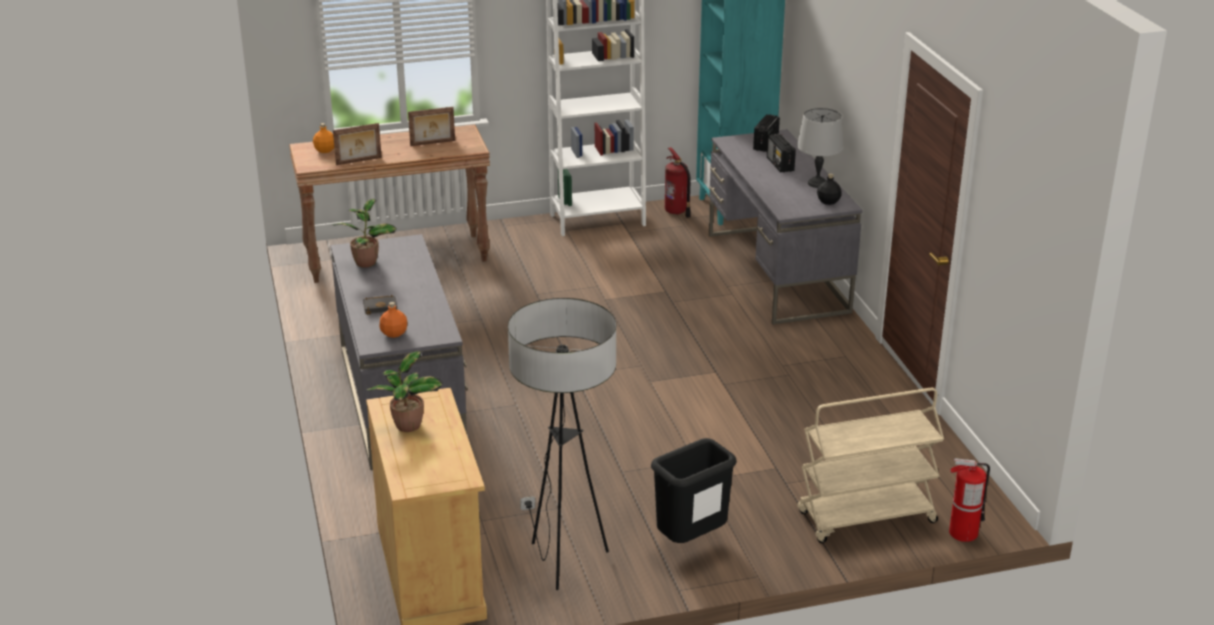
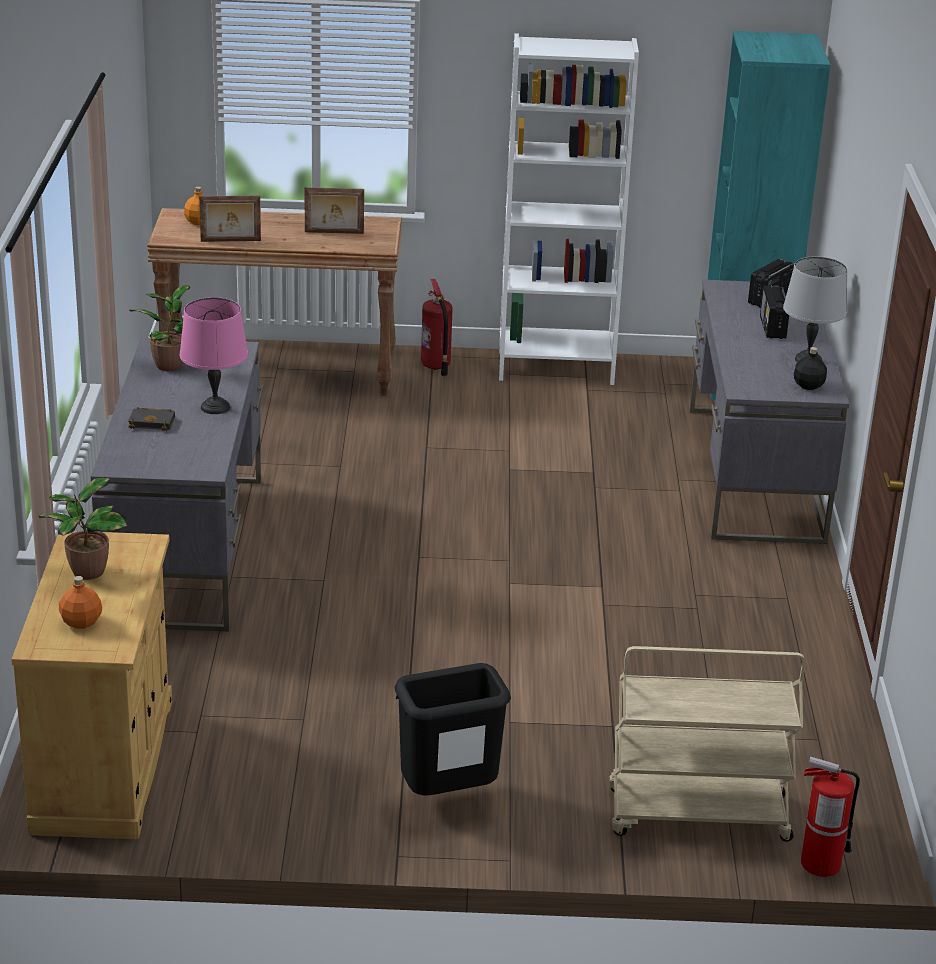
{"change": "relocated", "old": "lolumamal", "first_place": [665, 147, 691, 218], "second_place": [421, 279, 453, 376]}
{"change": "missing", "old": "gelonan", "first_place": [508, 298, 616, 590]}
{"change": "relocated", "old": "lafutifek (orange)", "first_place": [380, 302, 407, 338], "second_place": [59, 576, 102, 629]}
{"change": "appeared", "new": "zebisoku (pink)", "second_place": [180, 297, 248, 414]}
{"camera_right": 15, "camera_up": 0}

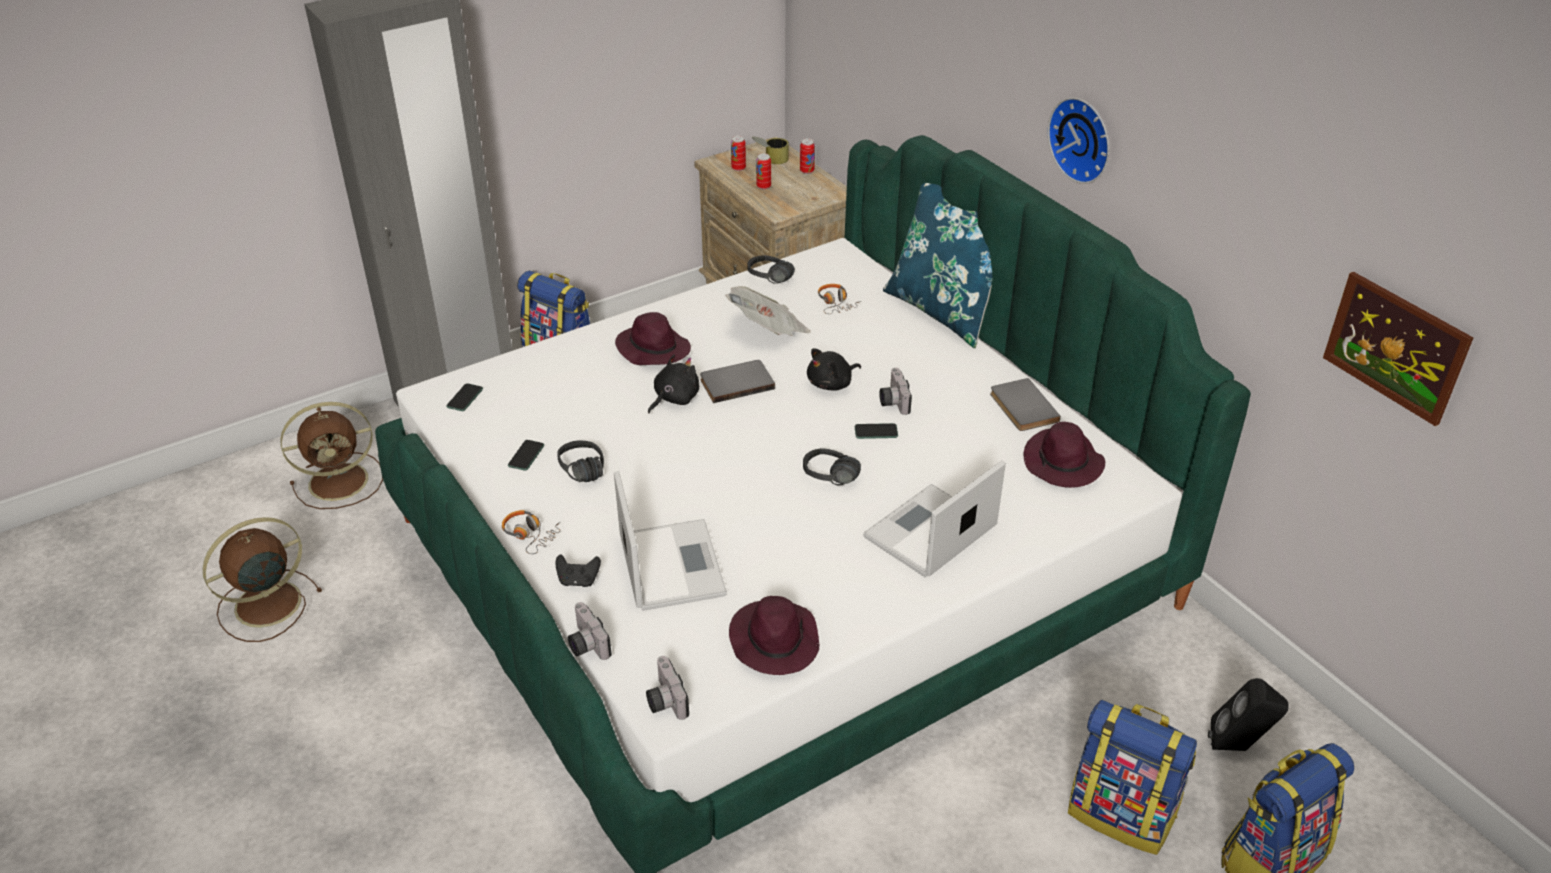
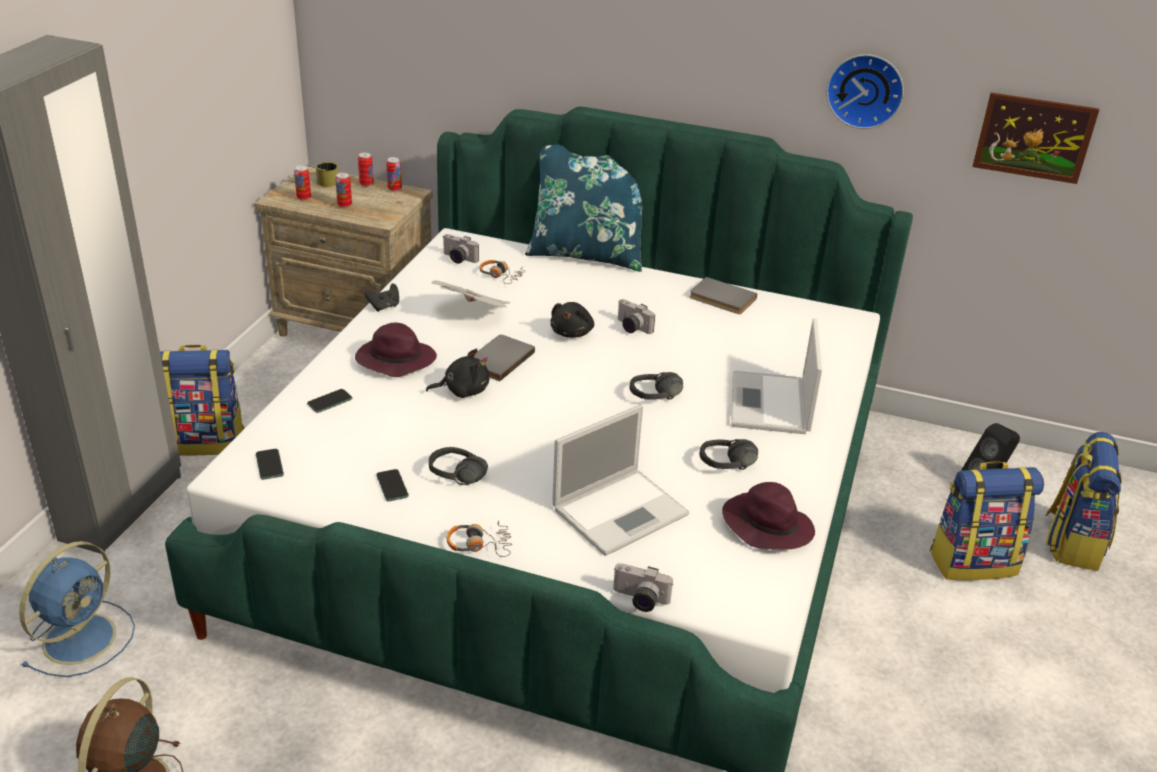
{"change": "relocated", "old": "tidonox", "first_place": [1048, 97, 1109, 184], "second_place": [826, 54, 904, 129]}
{"change": "relocated", "old": "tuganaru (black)", "first_place": [747, 255, 795, 284], "second_place": [699, 439, 758, 470]}
{"change": "spun", "old": "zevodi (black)", "first_place": [648, 354, 699, 413], "second_place": [426, 349, 490, 398], "degrees": 75}
{"change": "colour", "old": "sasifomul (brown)", "new": "sasifomul (blue)", "first_place": [280, 402, 383, 509], "second_place": [19, 541, 135, 677]}
{"change": "missing", "old": "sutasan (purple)", "first_place": [1023, 422, 1105, 488]}
{"change": "relocated", "old": "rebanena", "first_place": [855, 423, 898, 439], "second_place": [307, 389, 352, 413]}
{"change": "spun", "old": "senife", "first_place": [614, 471, 727, 611], "second_place": [552, 405, 690, 556], "degrees": 105}
{"change": "relocated", "old": "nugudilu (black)", "first_place": [555, 554, 601, 587], "second_place": [365, 284, 399, 312]}
{"change": "relocated", "old": "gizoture", "first_place": [646, 656, 689, 720], "second_place": [443, 234, 479, 264]}
{"change": "appeared", "new": "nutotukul", "second_place": [386, 157, 402, 192]}
{"camera_right": -40, "camera_up": -5}

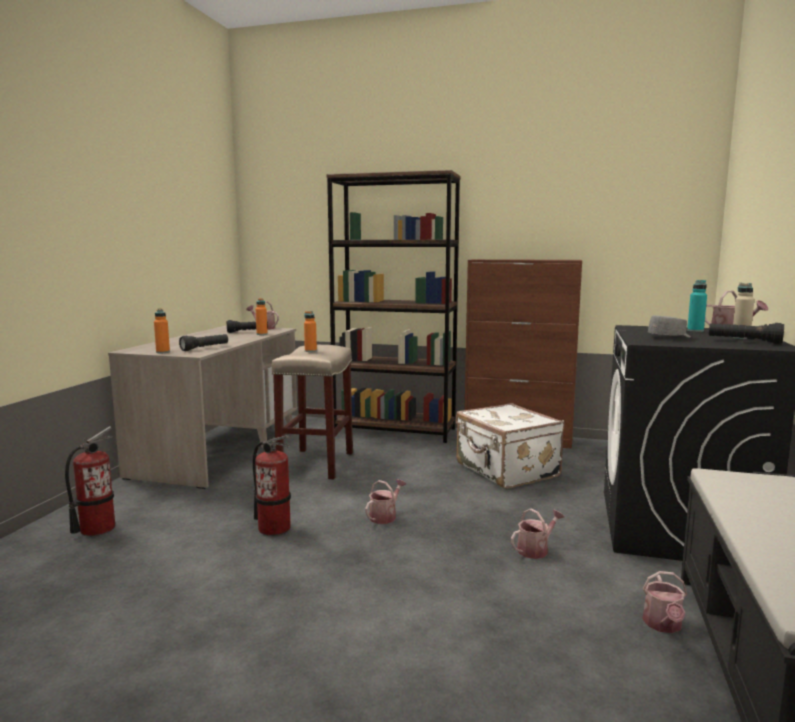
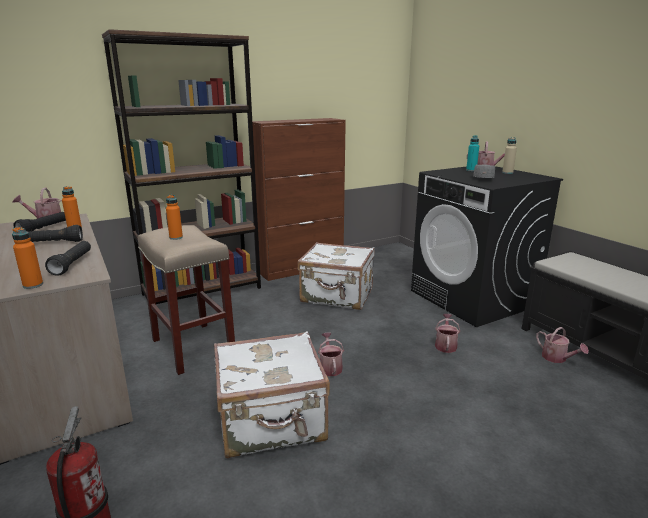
{"change": "relocated", "old": "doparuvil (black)", "first_place": [709, 323, 784, 344], "second_place": [28, 225, 83, 242]}
{"change": "exchanged", "old": "lolumamal", "new": "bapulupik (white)", "first_place": [253, 435, 291, 536], "second_place": [214, 331, 330, 459]}
{"camera_right": -45, "camera_up": 10}

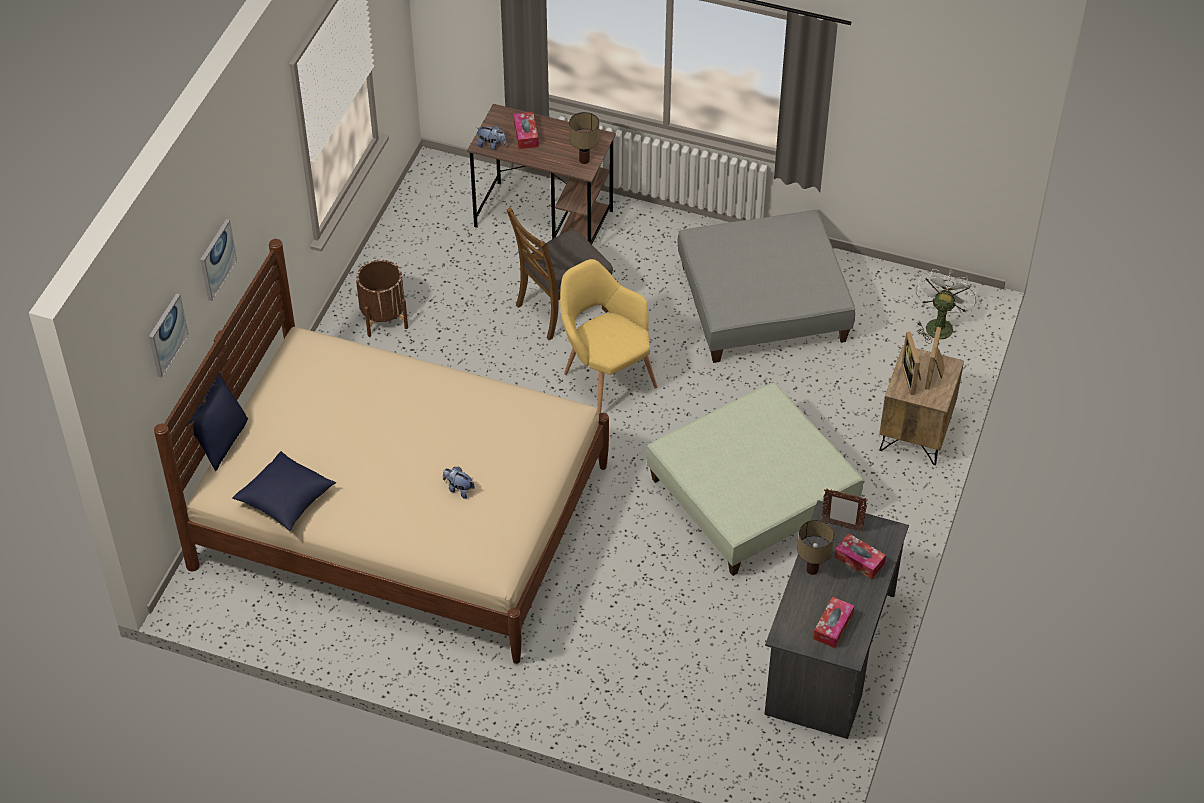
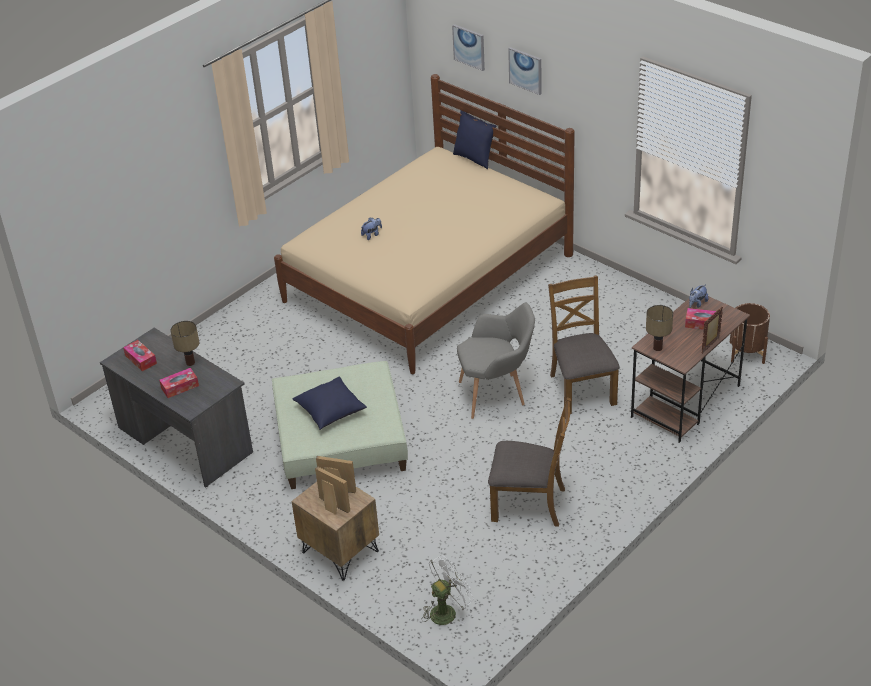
{"change": "exchanged", "old": "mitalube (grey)", "new": "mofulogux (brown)", "first_place": [678, 210, 855, 363], "second_place": [488, 397, 571, 527]}
{"change": "colour", "old": "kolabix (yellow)", "new": "kolabix (grey)", "first_place": [560, 259, 657, 414], "second_place": [457, 303, 535, 419]}
{"change": "relocated", "old": "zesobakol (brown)", "first_place": [356, 260, 408, 337], "second_place": [730, 303, 770, 364]}
{"change": "spun", "old": "sasifomul (white)", "first_place": [916, 269, 977, 344], "second_place": [422, 555, 474, 625], "degrees": -75}
{"change": "relocated", "old": "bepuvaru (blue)", "first_place": [232, 451, 336, 531], "second_place": [292, 376, 367, 430]}
{"change": "relocated", "old": "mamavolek", "first_place": [822, 489, 868, 532], "second_place": [701, 306, 723, 353]}
{"camera_right": 115, "camera_up": -10}

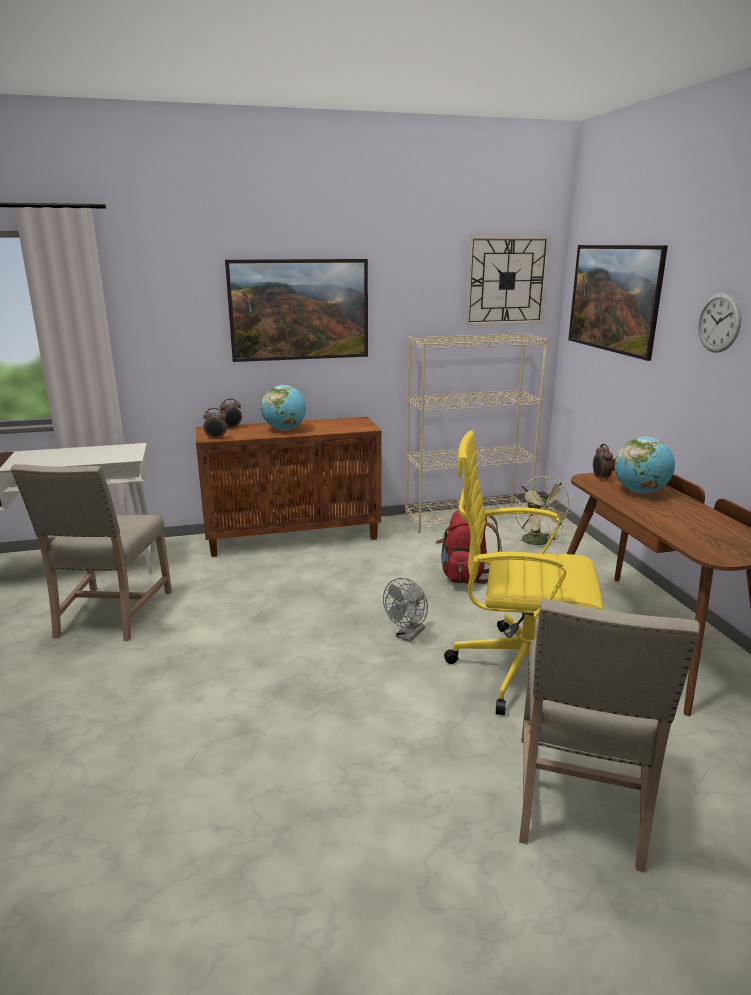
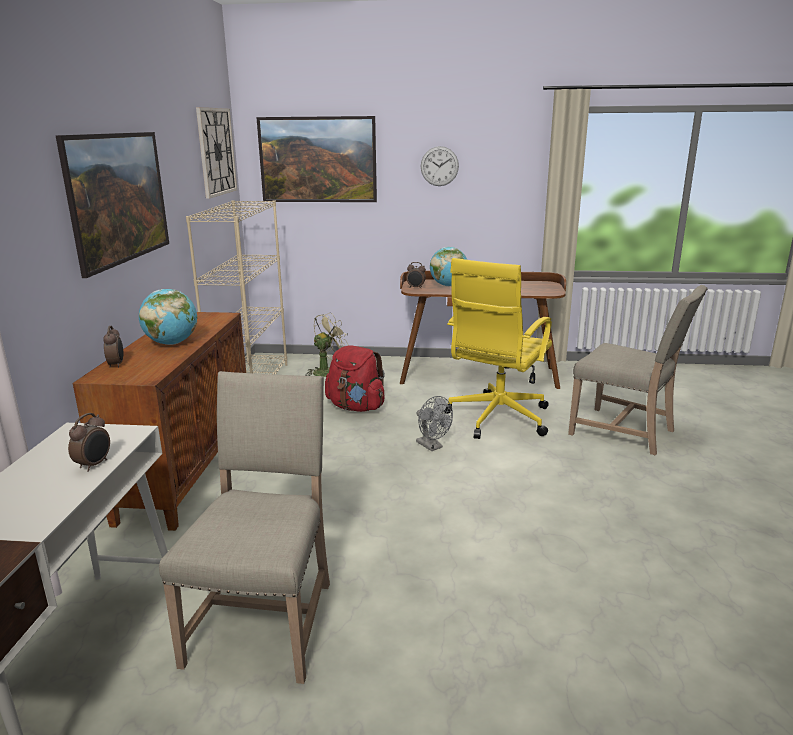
{"change": "relocated", "old": "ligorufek", "first_place": [203, 408, 227, 440], "second_place": [68, 413, 110, 472]}
{"change": "spun", "old": "mofulogux (beige)", "first_place": [10, 464, 172, 641], "second_place": [159, 371, 330, 684], "degrees": -105}
{"change": "spun", "old": "sasifomul (beige)", "first_place": [514, 476, 573, 546], "second_place": [305, 312, 349, 377], "degrees": -45}
{"camera_right": -70, "camera_up": 0}

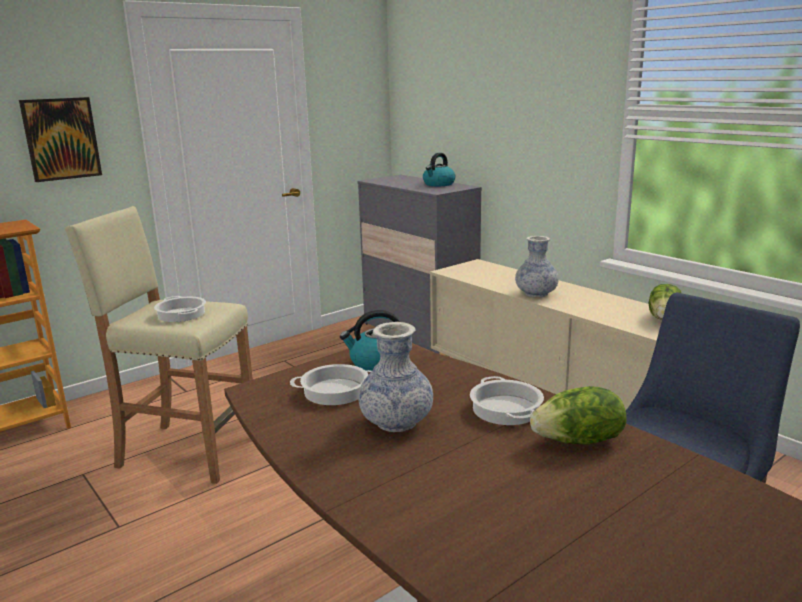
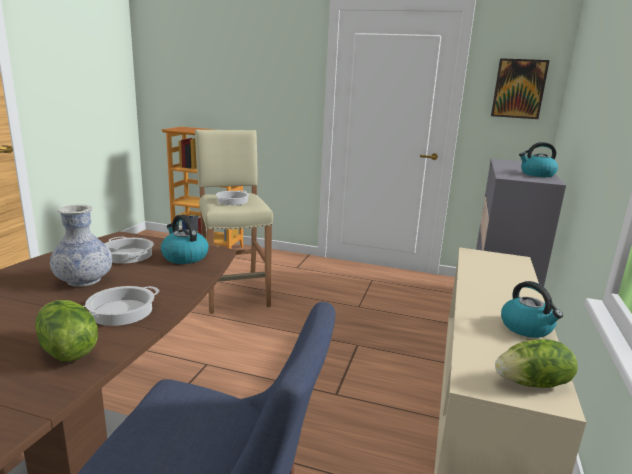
{"change": "relocated", "old": "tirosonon", "first_place": [19, 97, 102, 182], "second_place": [491, 58, 550, 119]}
{"change": "missing", "old": "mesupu", "first_place": [515, 236, 559, 297]}
{"change": "appeared", "new": "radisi", "second_place": [501, 281, 563, 338]}
{"camera_right": 55, "camera_up": 0}

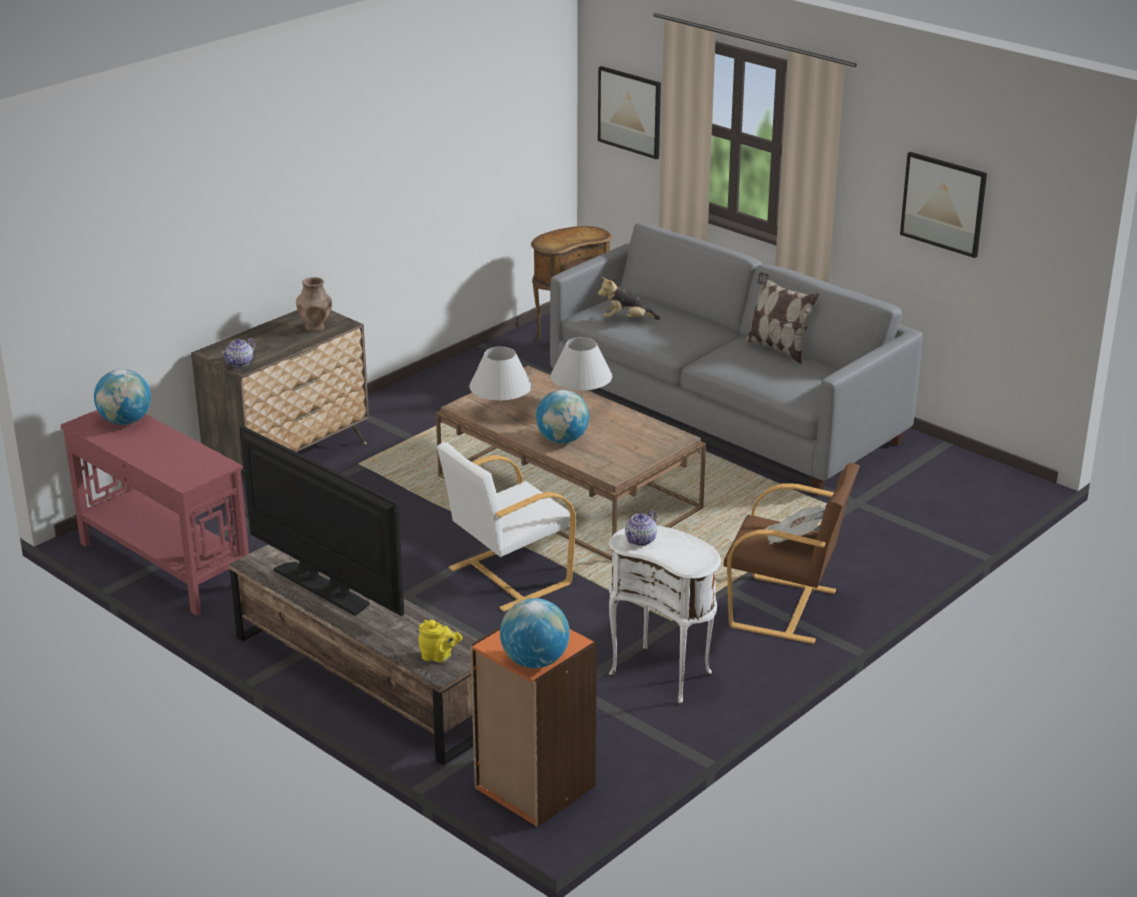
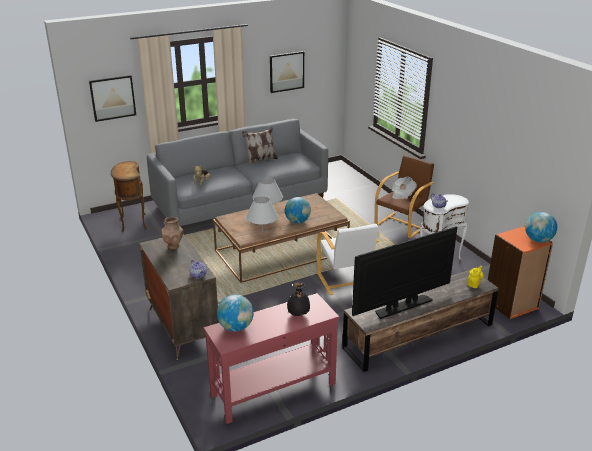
{"change": "appeared", "new": "mesupu (black)", "second_place": [287, 282, 310, 316]}
{"camera_right": -70, "camera_up": 0}

